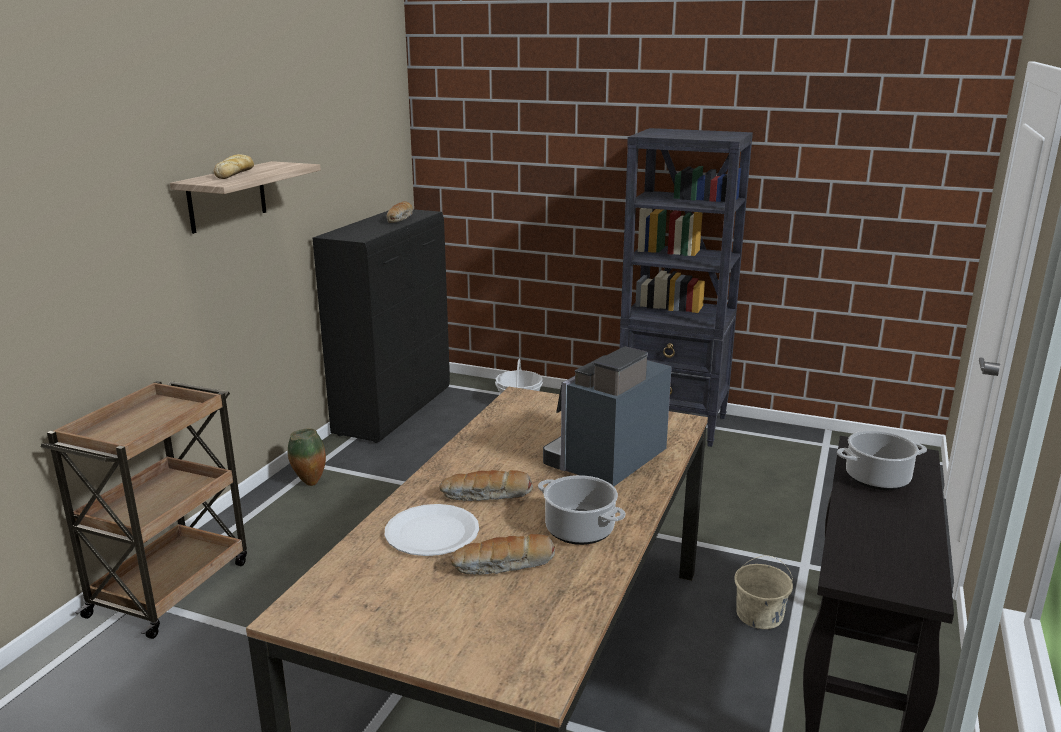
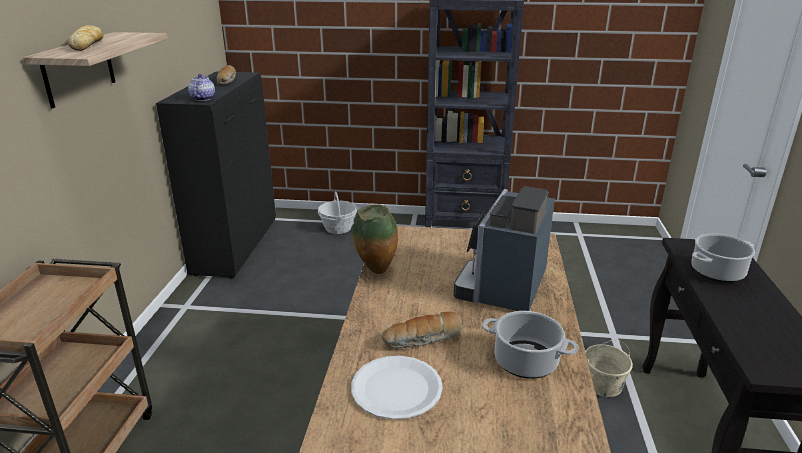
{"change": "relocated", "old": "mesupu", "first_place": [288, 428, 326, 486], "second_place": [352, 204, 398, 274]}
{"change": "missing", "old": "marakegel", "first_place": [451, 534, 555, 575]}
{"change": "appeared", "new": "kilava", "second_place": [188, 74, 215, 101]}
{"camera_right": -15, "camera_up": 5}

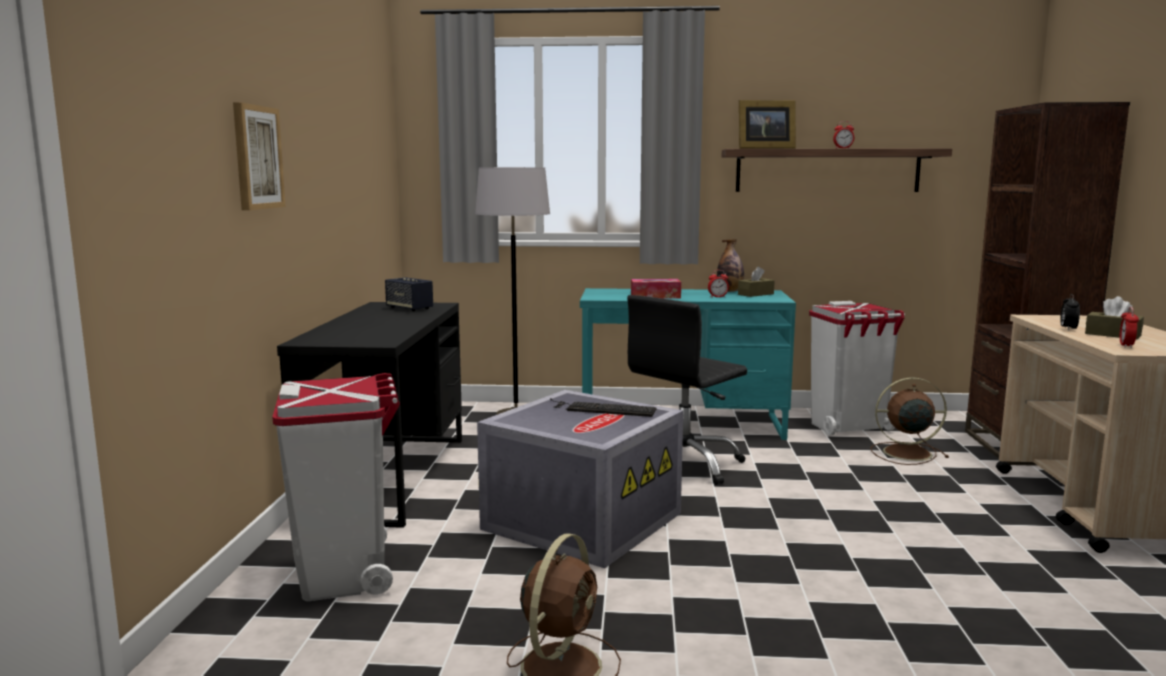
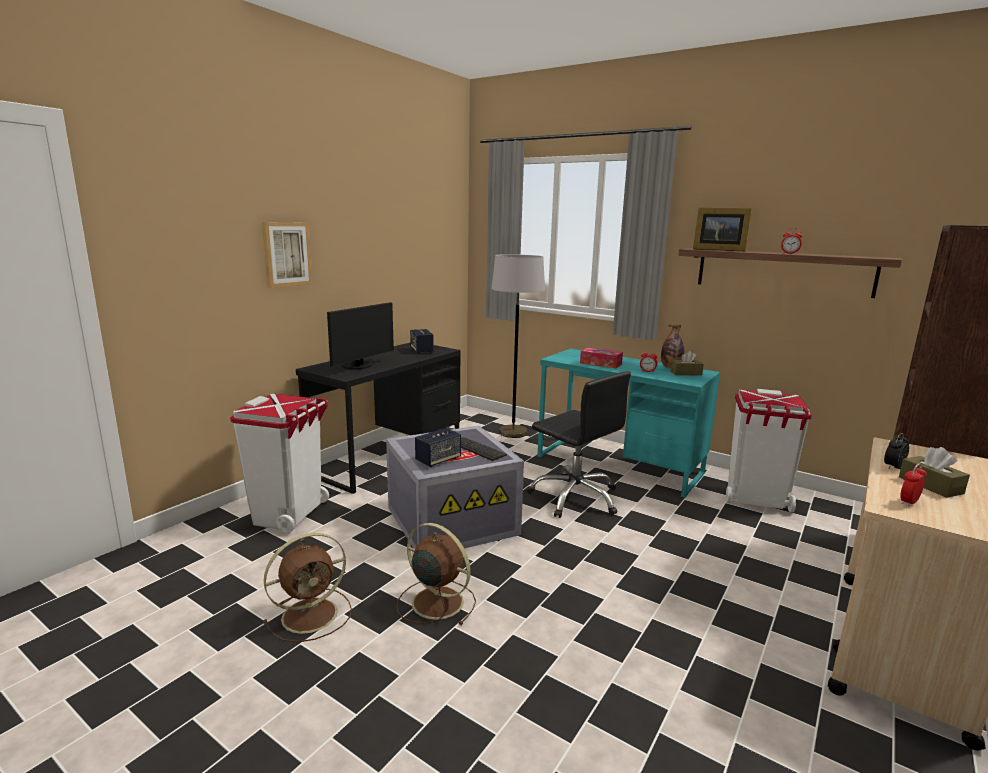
{"change": "spun", "old": "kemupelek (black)", "first_place": [627, 295, 747, 485], "second_place": [527, 371, 631, 518], "degrees": -120}
{"change": "relocated", "old": "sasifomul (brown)", "first_place": [870, 378, 949, 465], "second_place": [396, 523, 476, 625]}
{"change": "appeared", "new": "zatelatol", "second_place": [327, 302, 394, 370]}
{"change": "appeared", "new": "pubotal", "second_place": [415, 428, 461, 467]}
{"camera_right": 30, "camera_up": 5}

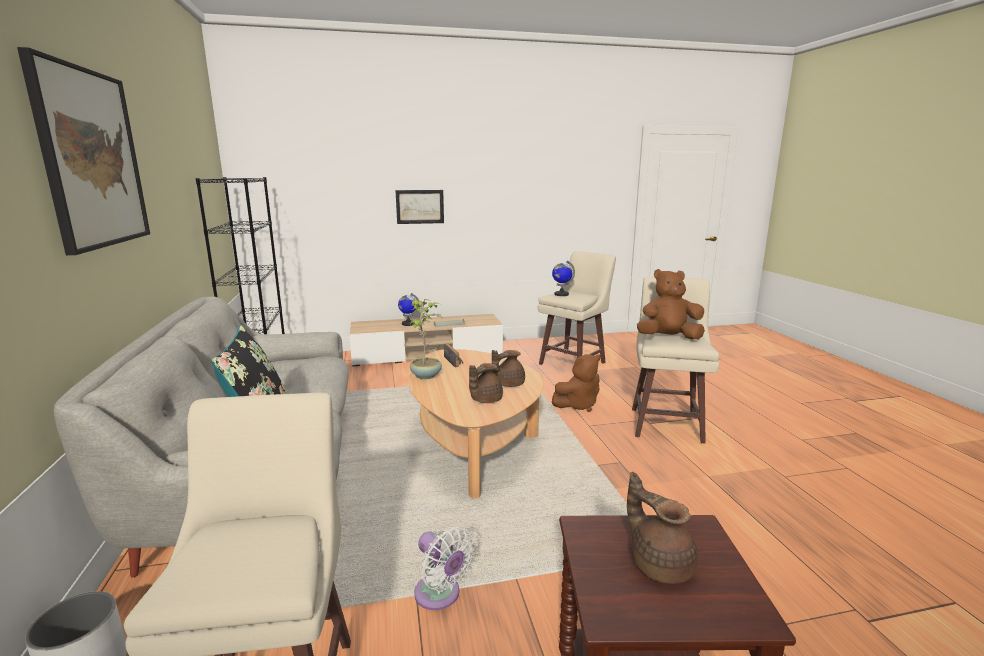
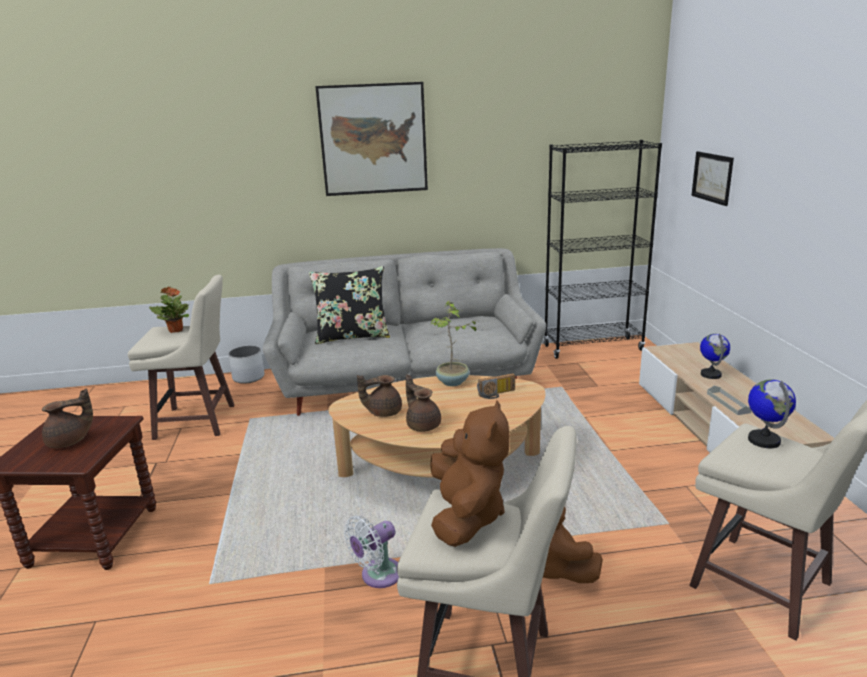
{"change": "relocated", "old": "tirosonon", "first_place": [395, 190, 444, 224], "second_place": [691, 151, 734, 206]}
{"change": "spun", "old": "kilava (brown)", "first_place": [469, 363, 503, 403], "second_place": [357, 375, 402, 417], "degrees": -60}
{"change": "relocated", "old": "sasifomul (white)", "first_place": [414, 527, 475, 610], "second_place": [344, 516, 399, 588]}
{"change": "appeared", "new": "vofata", "second_place": [149, 286, 189, 333]}
{"camera_right": 95, "camera_up": 5}

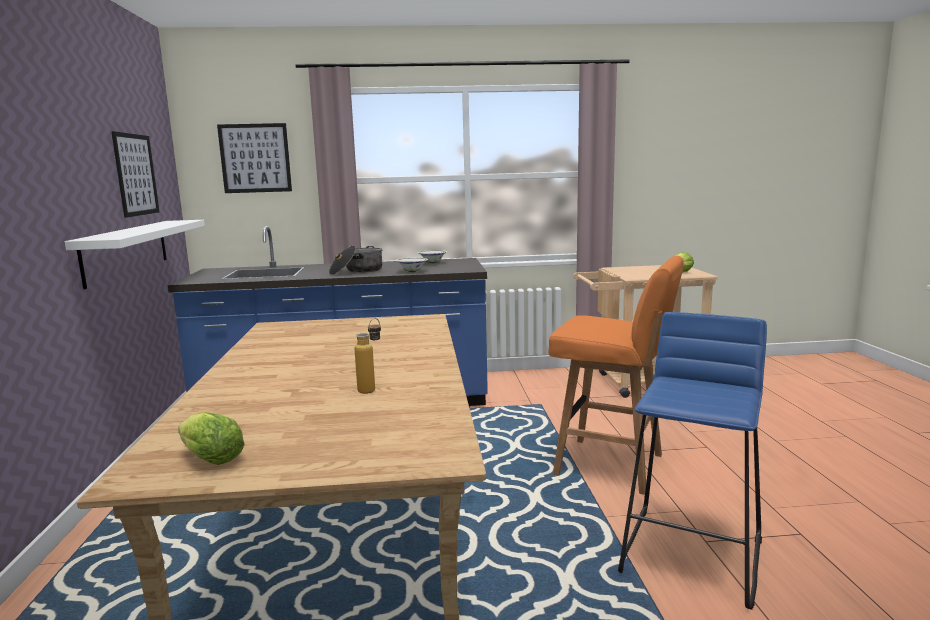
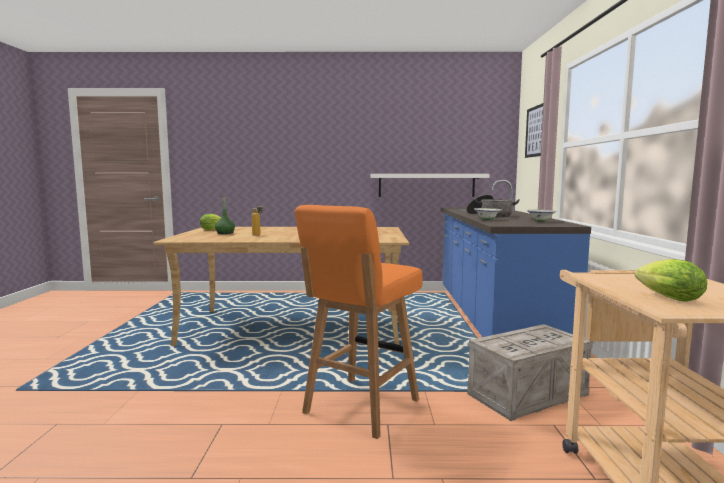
{"change": "missing", "old": "tirosonon", "first_place": [111, 131, 160, 218]}
{"change": "missing", "old": "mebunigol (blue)", "first_place": [618, 312, 767, 610]}
{"change": "appeared", "new": "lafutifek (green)", "second_place": [215, 195, 235, 234]}
{"change": "appeared", "new": "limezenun", "second_place": [467, 324, 593, 421]}
{"camera_right": 95, "camera_up": -5}

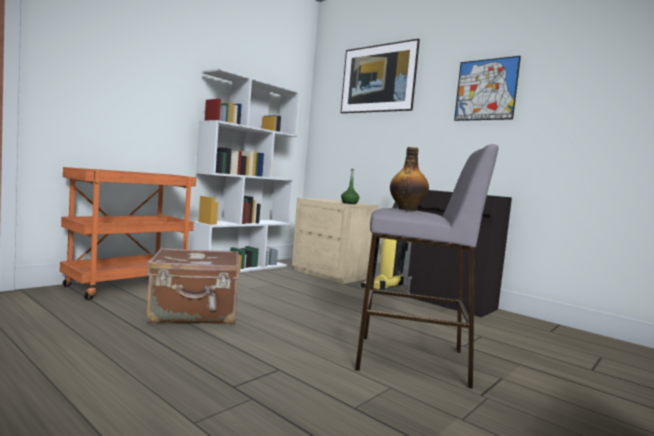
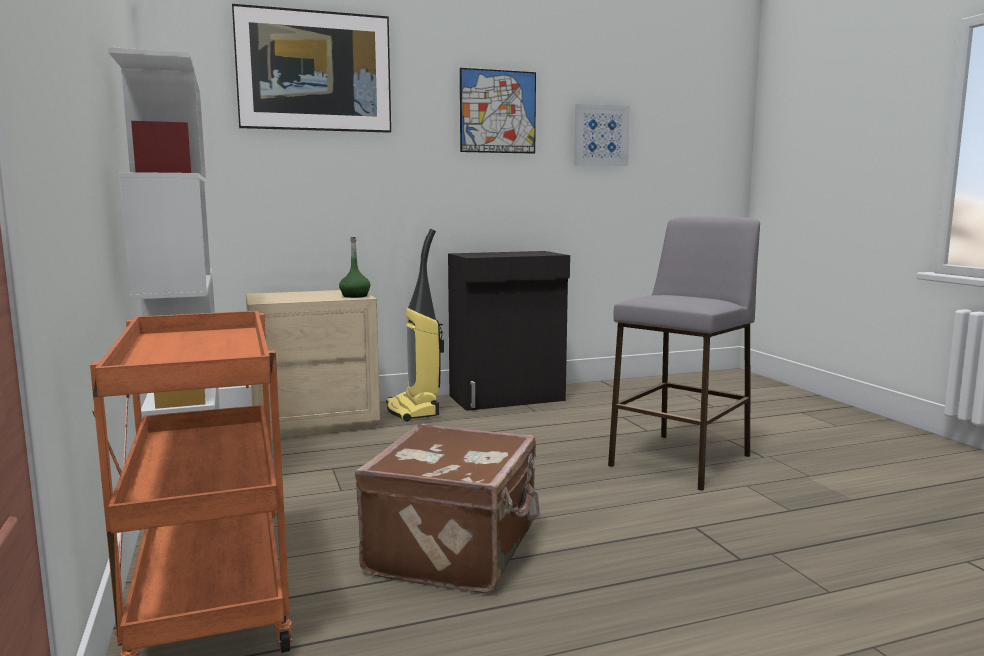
{"change": "missing", "old": "lafutifek", "first_place": [390, 147, 429, 211]}
{"change": "appeared", "new": "tirosonon", "second_place": [574, 104, 630, 166]}
{"camera_right": -60, "camera_up": 5}

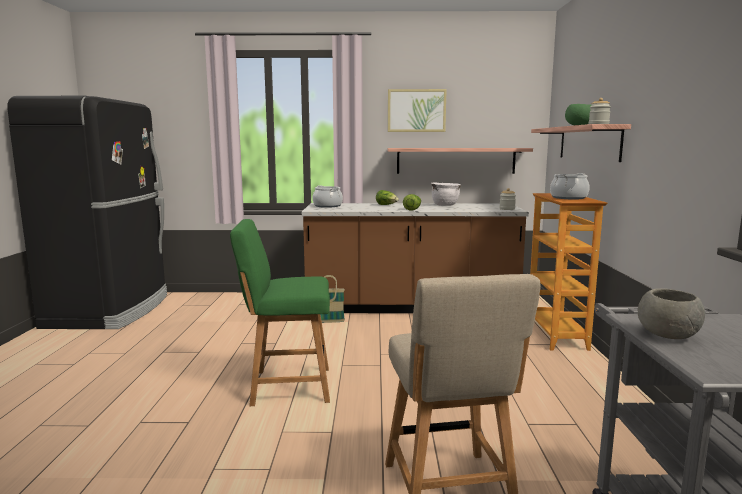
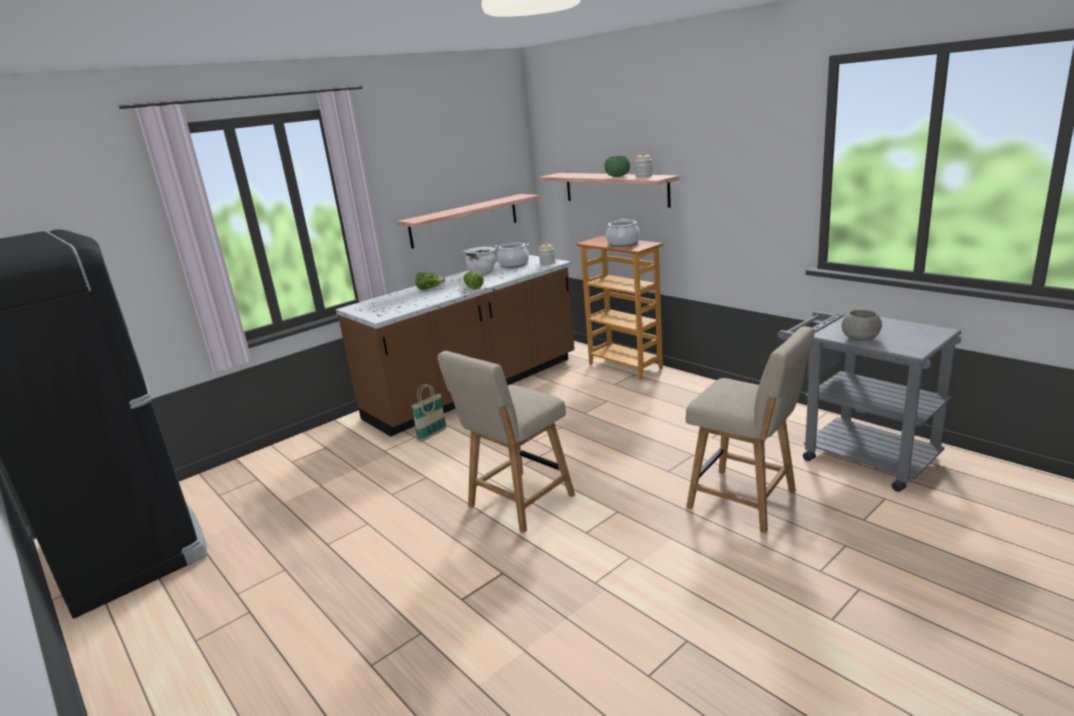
{"change": "missing", "old": "tirosonon", "first_place": [388, 89, 447, 132]}
{"change": "relocated", "old": "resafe", "first_place": [313, 185, 343, 208], "second_place": [495, 243, 529, 268]}
{"change": "colour", "old": "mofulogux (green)", "new": "mofulogux (beige)", "first_place": [230, 219, 330, 406], "second_place": [437, 351, 575, 533]}
{"camera_right": -40, "camera_up": 10}

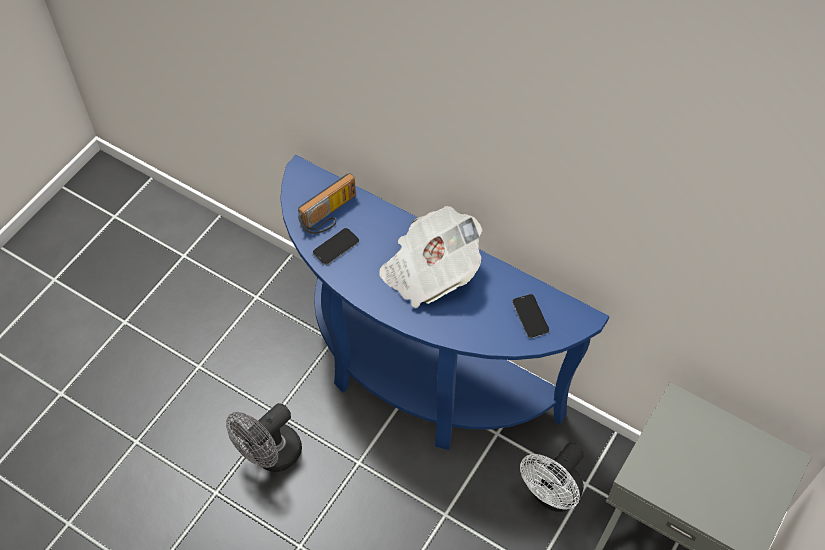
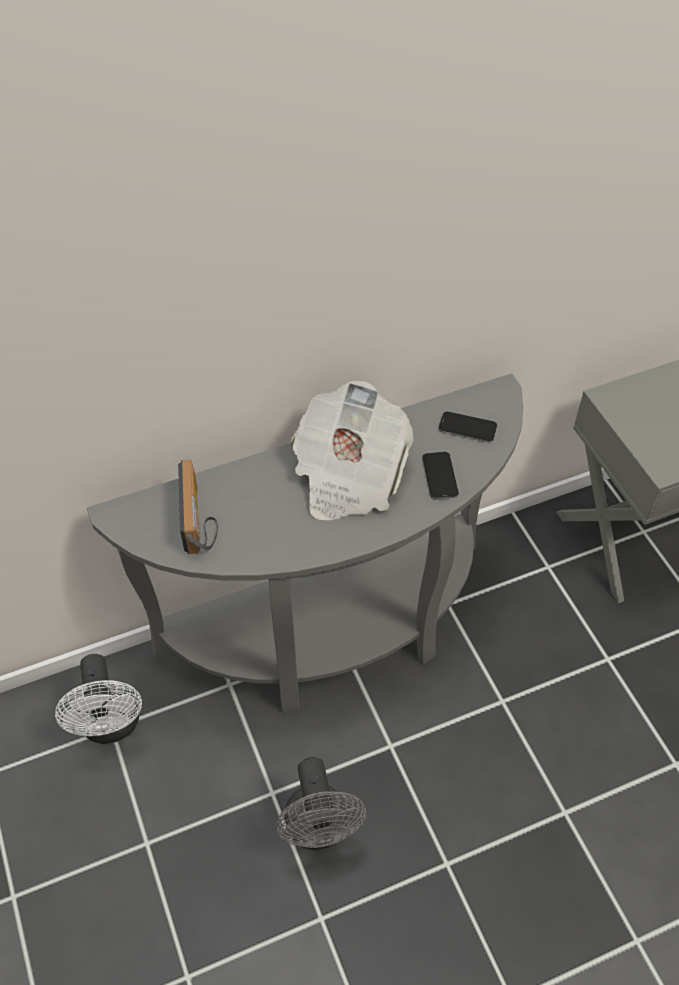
{"change": "colour", "old": "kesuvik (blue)", "new": "kesuvik (grey)", "first_place": [280, 155, 609, 450], "second_place": [87, 373, 523, 714]}
{"change": "relocated", "old": "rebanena", "first_place": [313, 228, 359, 265], "second_place": [422, 452, 459, 500]}
{"change": "relocated", "old": "sasifomul (white)", "first_place": [520, 443, 584, 512], "second_place": [55, 654, 142, 744]}
{"camera_right": -55, "camera_up": -5}

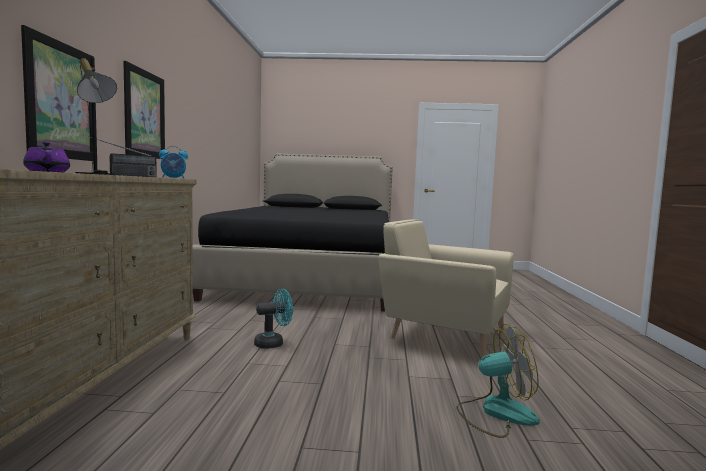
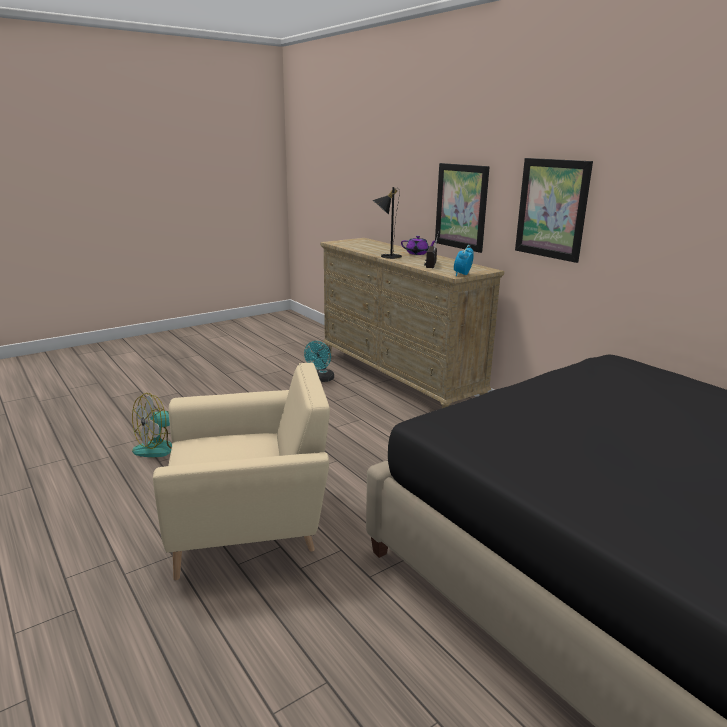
{"change": "relocated", "old": "sasifomul (turquoise)", "first_place": [254, 289, 293, 349], "second_place": [304, 341, 334, 382]}
{"camera_right": 140, "camera_up": 15}

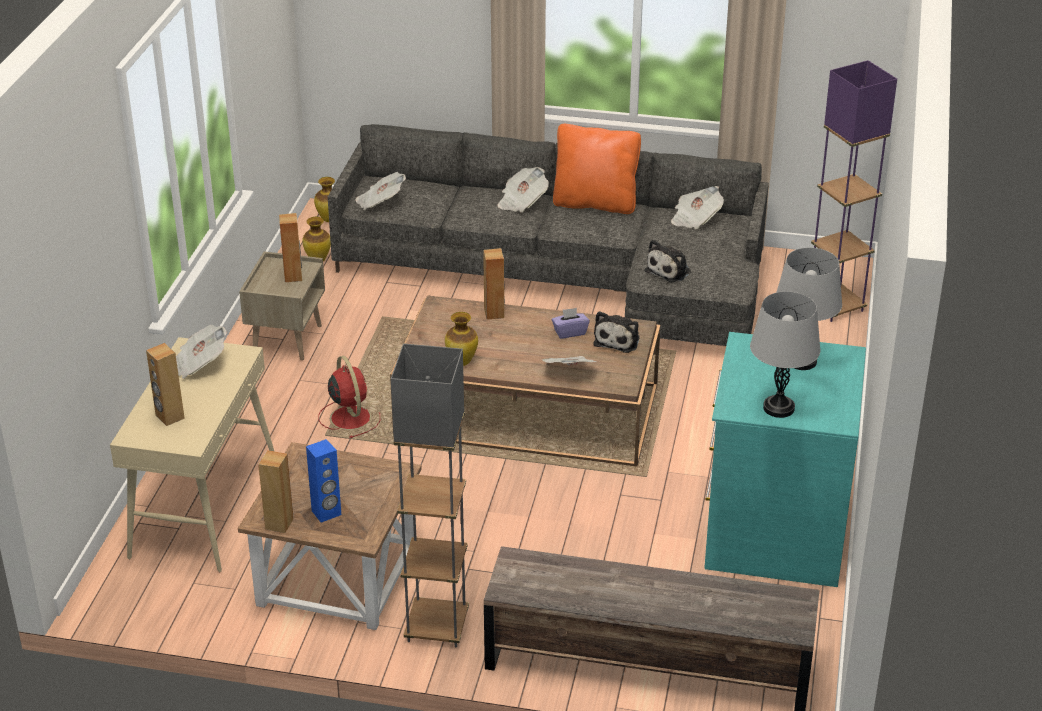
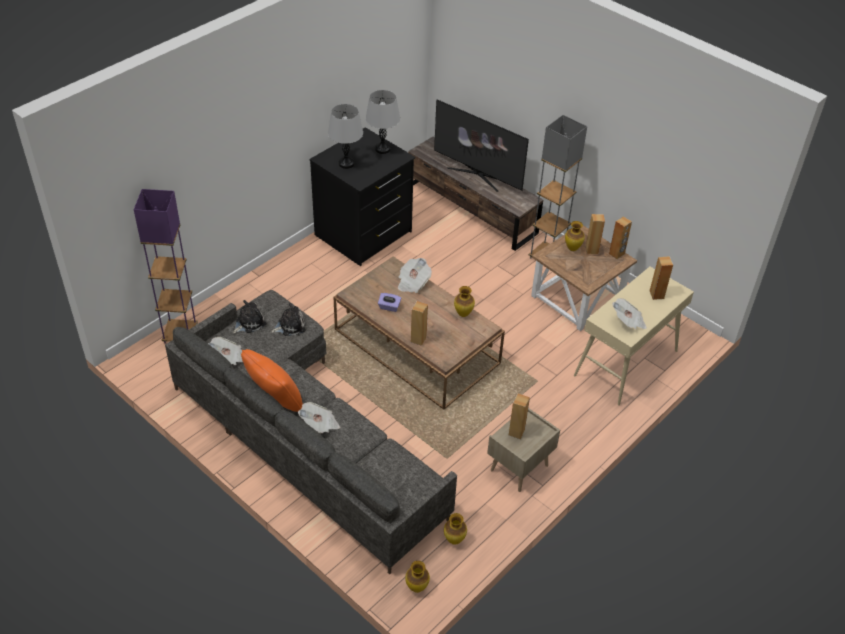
{"change": "missing", "old": "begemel", "first_place": [355, 172, 406, 210]}
{"change": "relocated", "old": "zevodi", "first_place": [593, 311, 640, 353], "second_place": [232, 300, 266, 334]}
{"change": "colour", "old": "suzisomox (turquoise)", "new": "suzisomox (black)", "first_place": [704, 332, 866, 587], "second_place": [309, 127, 416, 266]}
{"change": "missing", "old": "sasifomul (red)", "first_place": [318, 356, 380, 439]}
{"change": "colour", "old": "pubotal (blue)", "new": "pubotal (brown)", "first_place": [306, 439, 341, 523], "second_place": [586, 214, 605, 254]}
{"change": "appeared", "new": "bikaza", "second_place": [434, 99, 529, 192]}
{"change": "appeared", "new": "mesupu", "second_place": [565, 221, 585, 251]}
{"camera_right": -150, "camera_up": 10}

